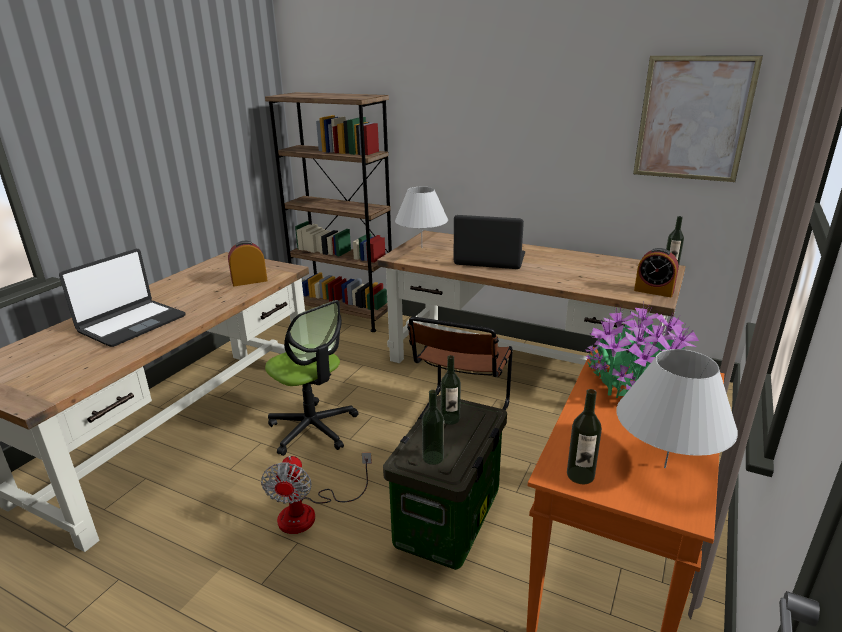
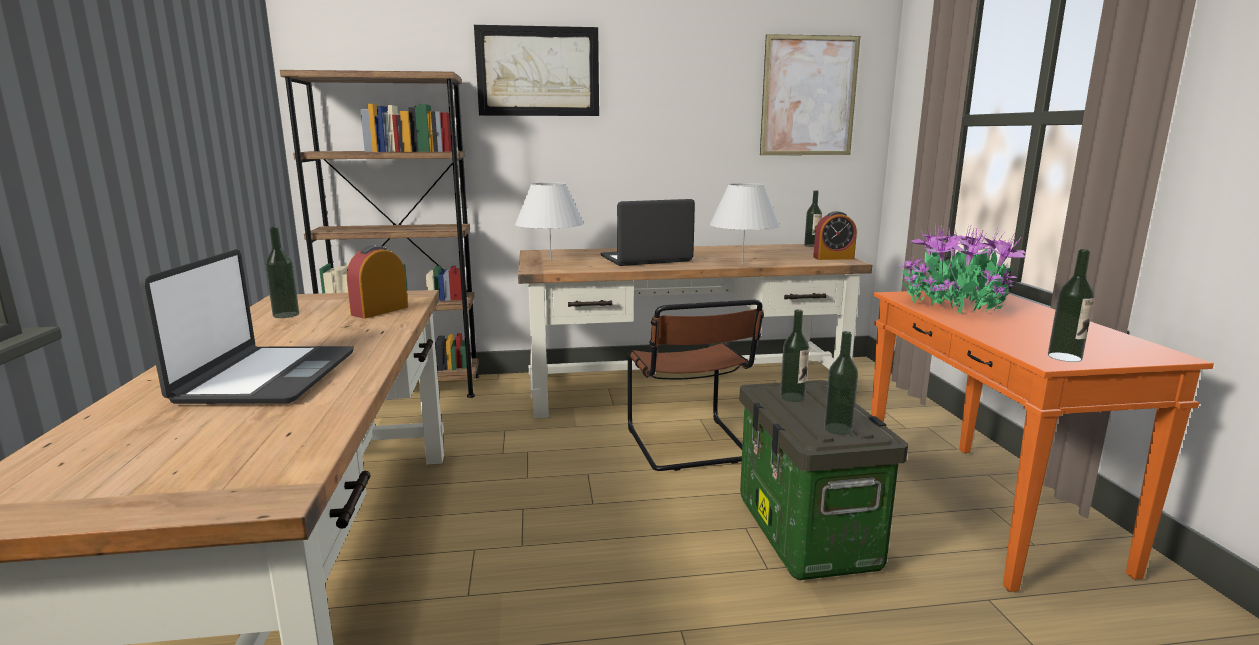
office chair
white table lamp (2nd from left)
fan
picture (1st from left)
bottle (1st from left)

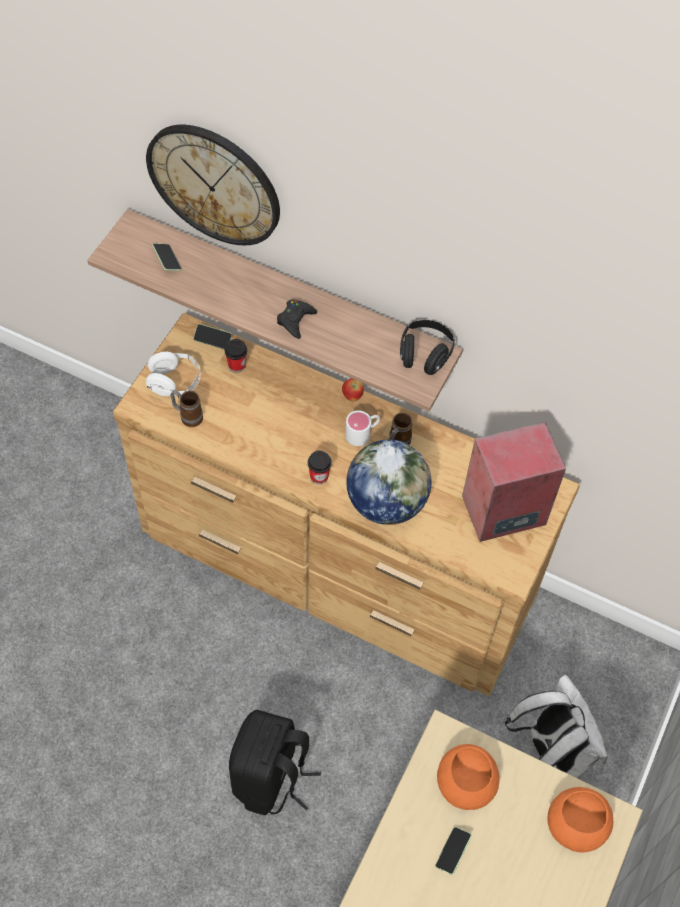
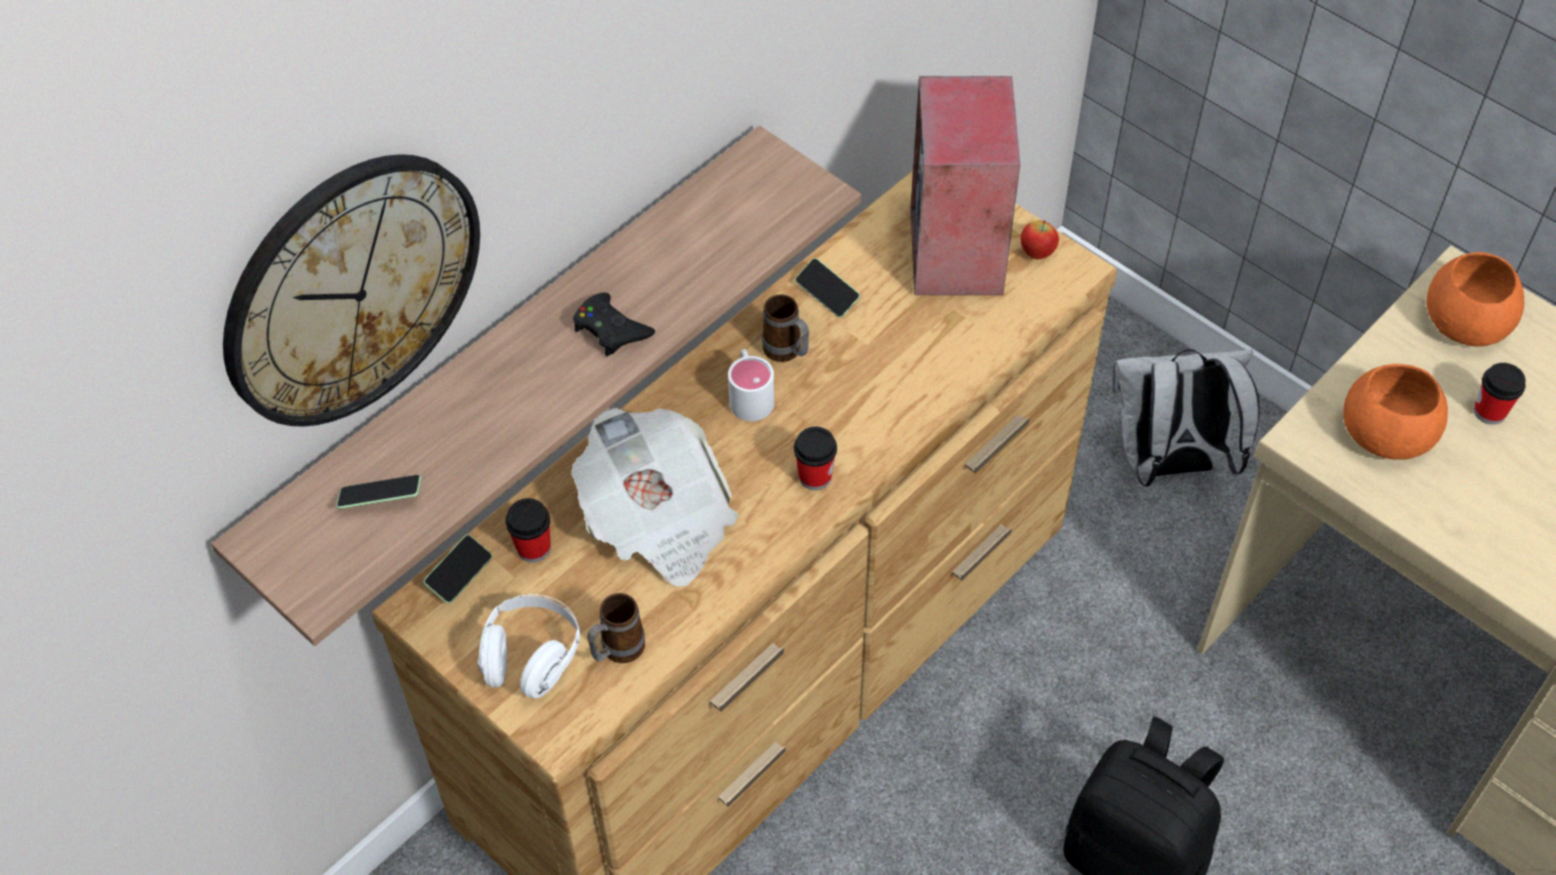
black headphones
apple
globe
phone (3rd from left)
cup (3rd from left)
newspaper

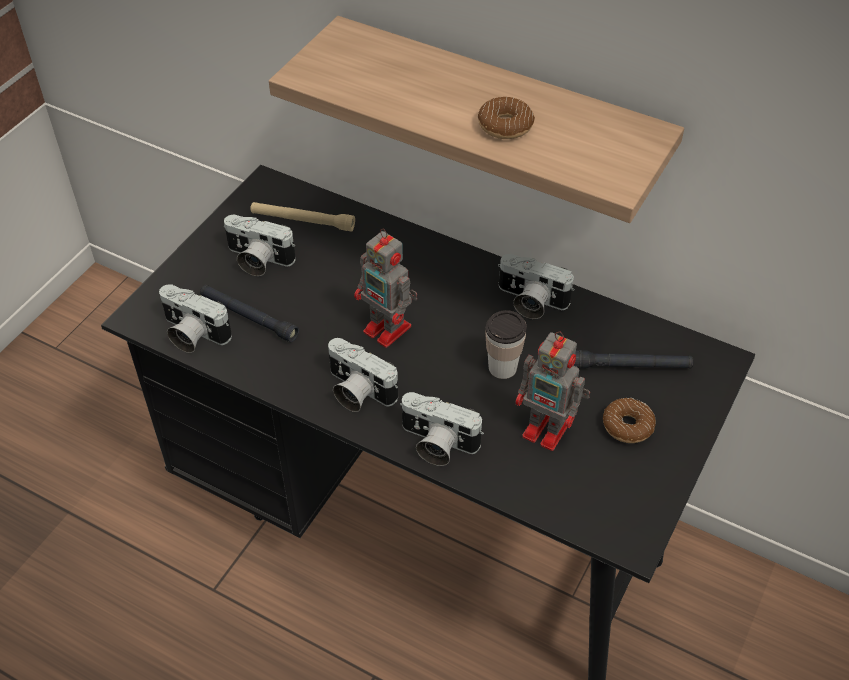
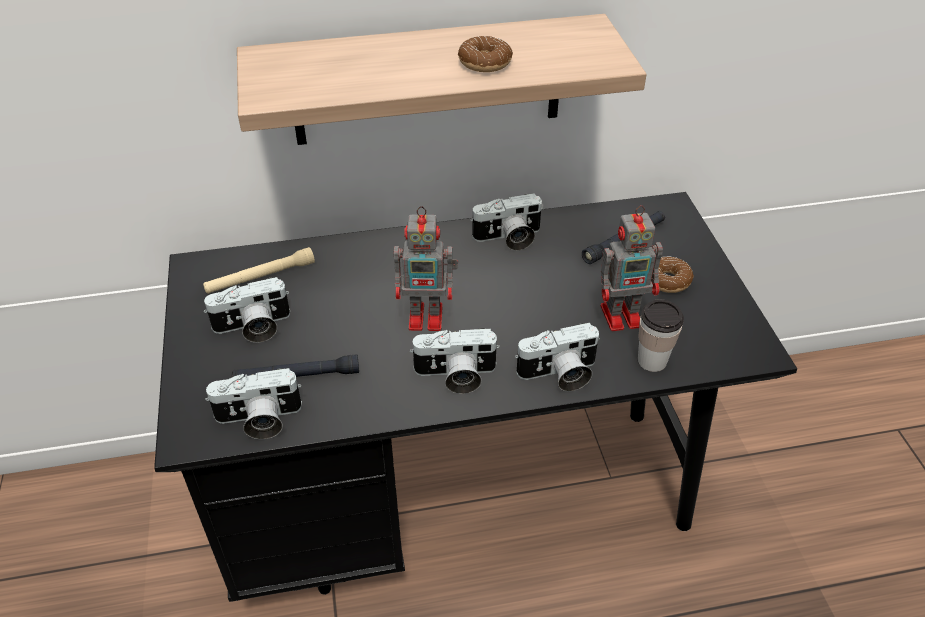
cup

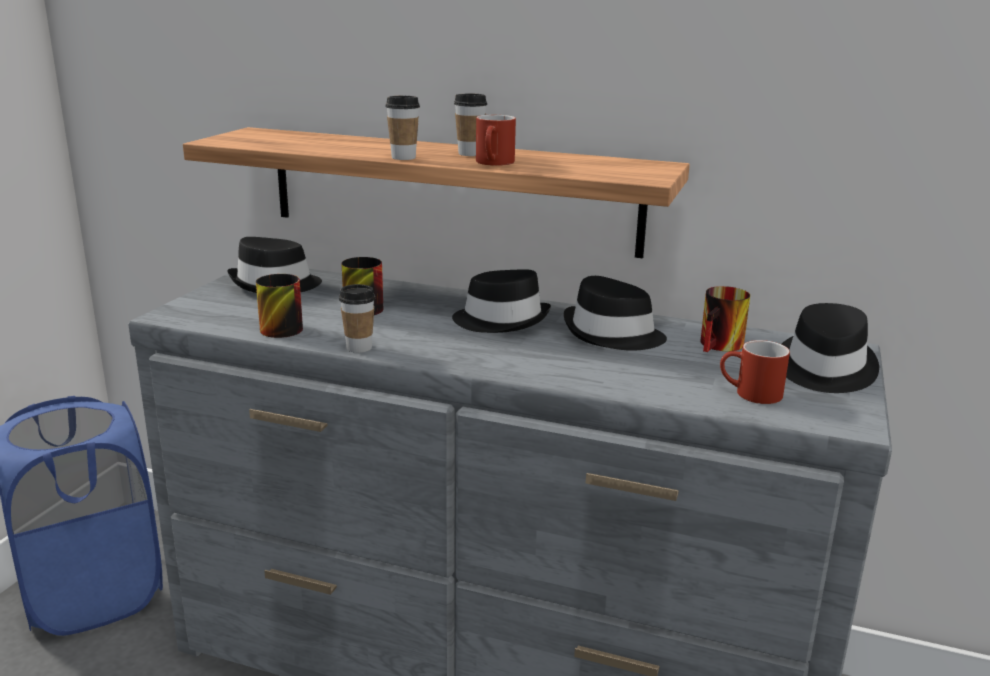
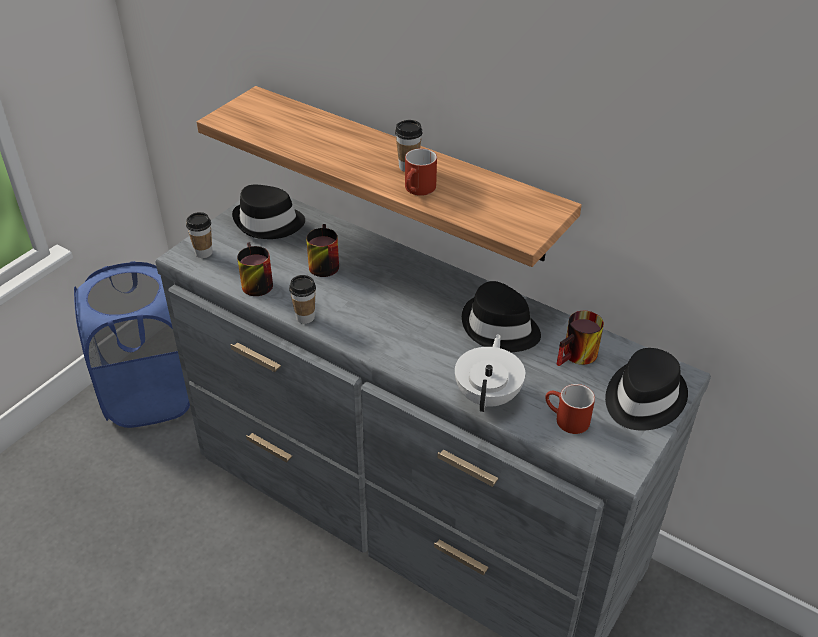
cup (1st from left)
black hat (2nd from left in the first image)
white teapot

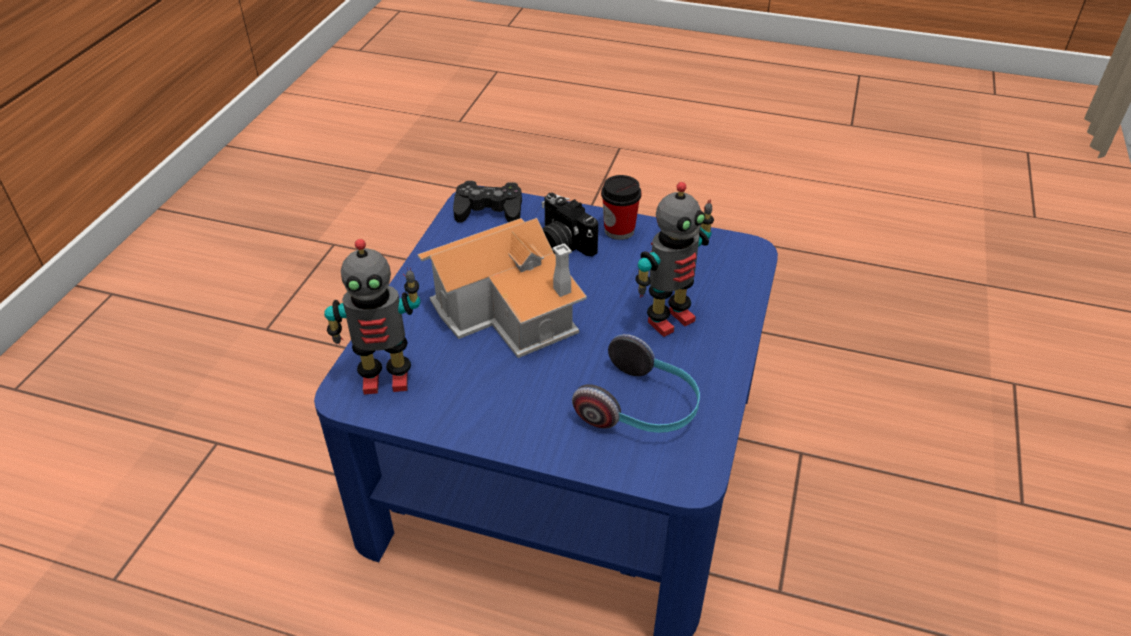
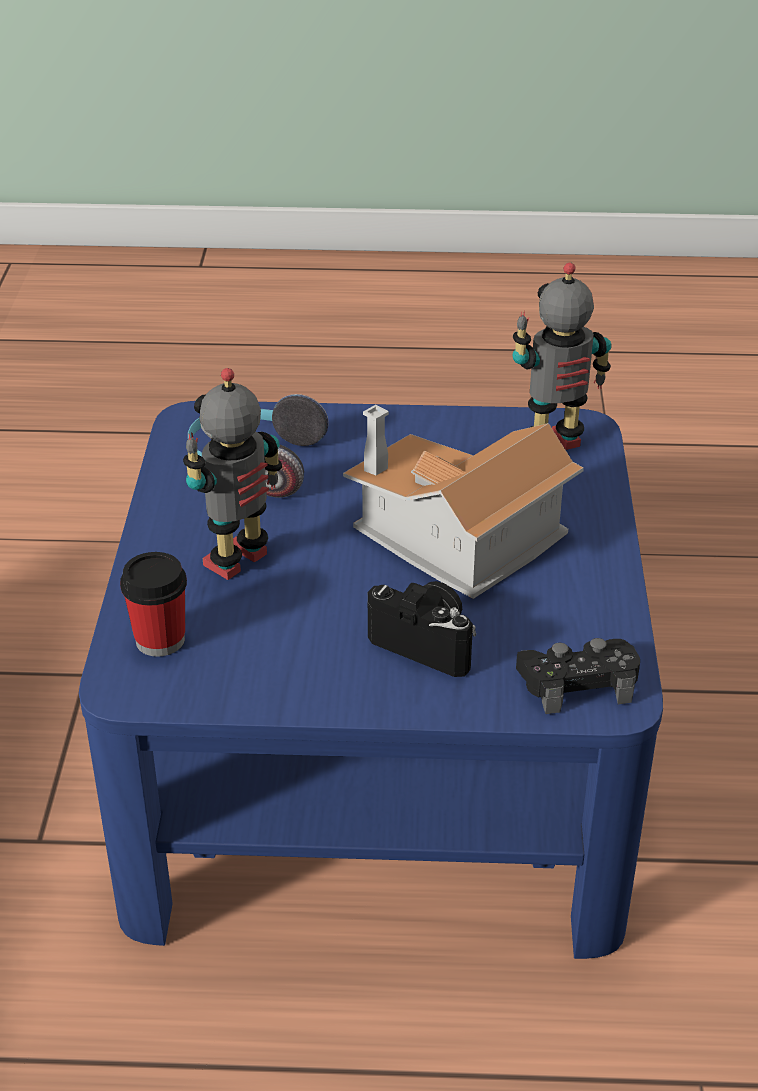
cup

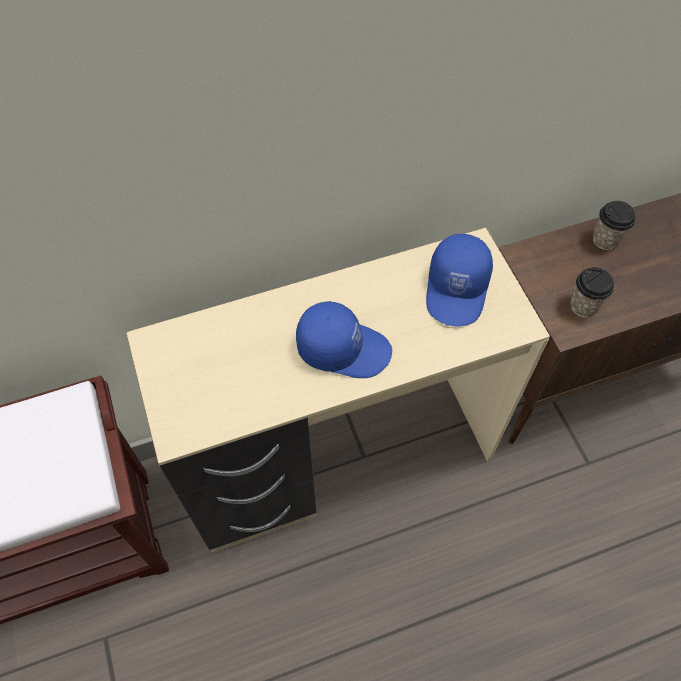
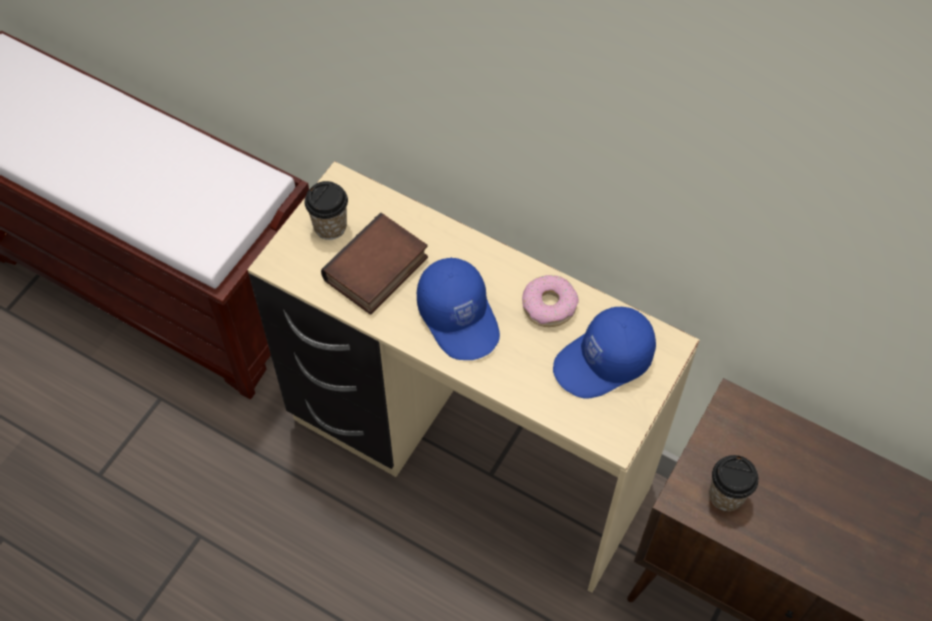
cup (1st from left)
book
donut

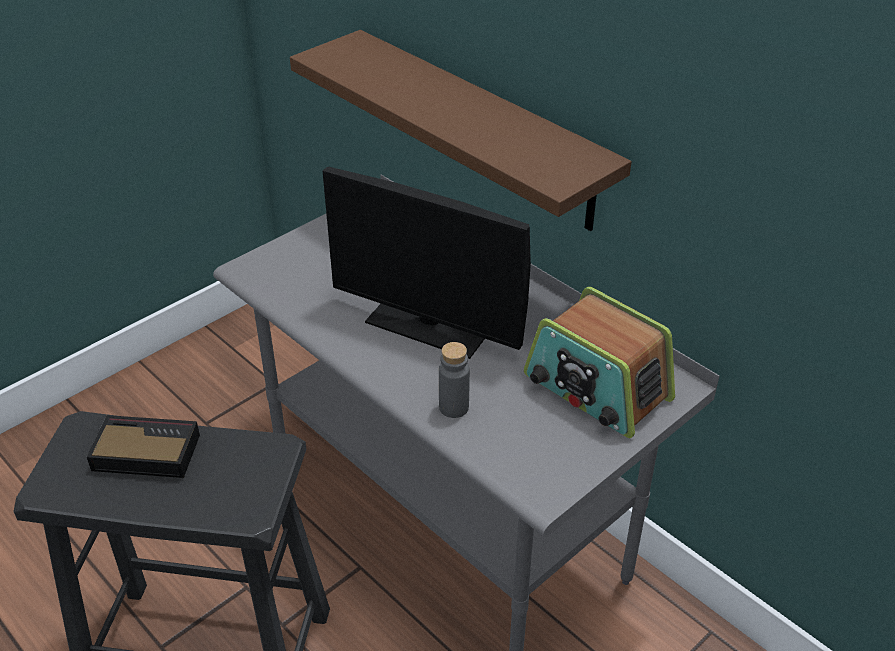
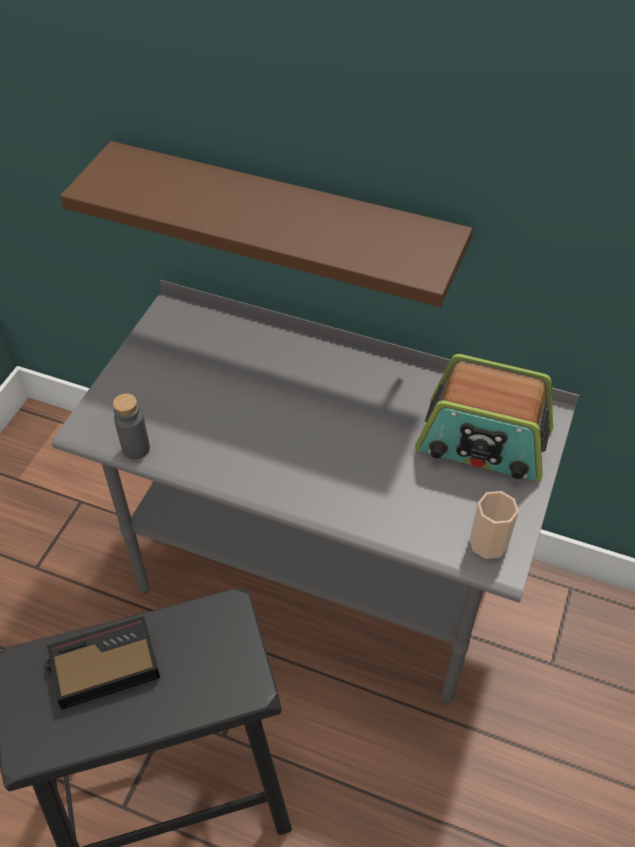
monitor
grey bottle
cup

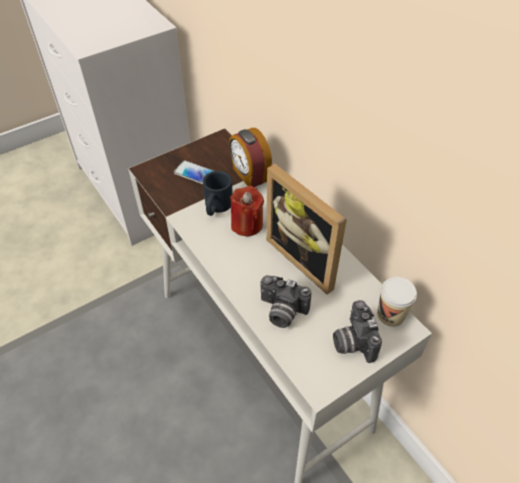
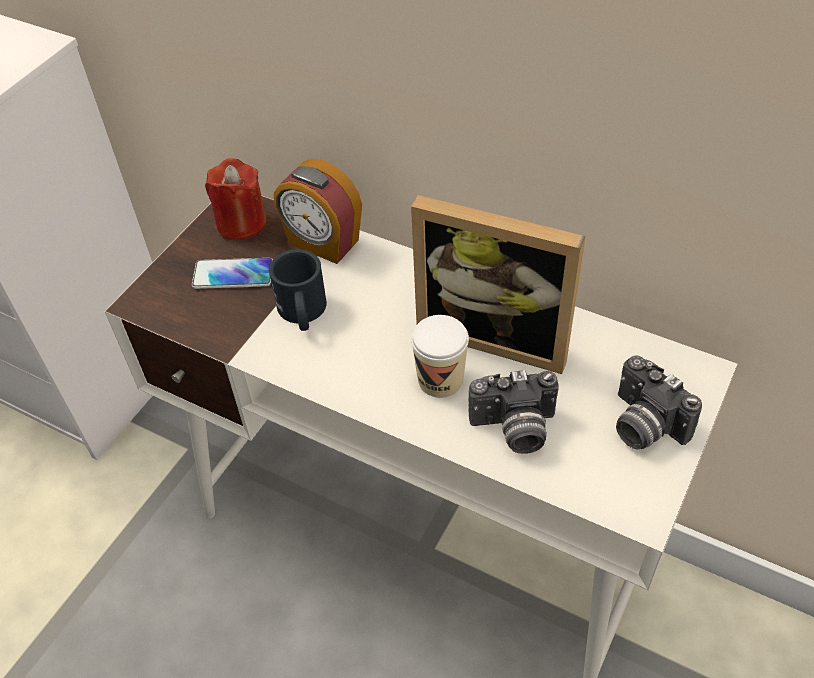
red candle
cup

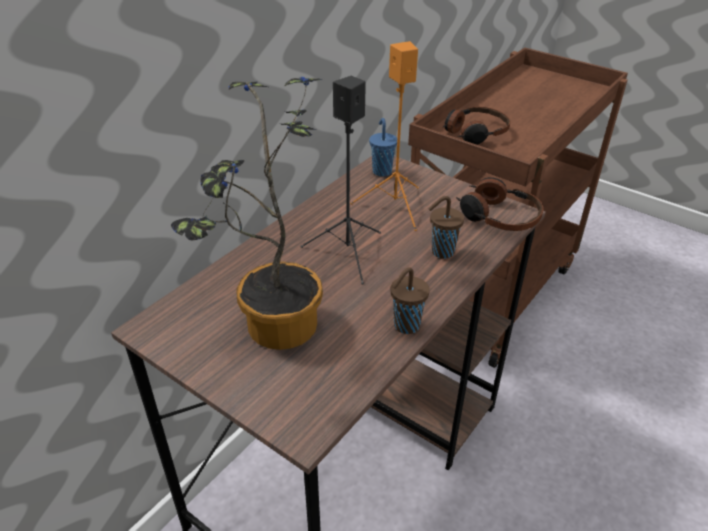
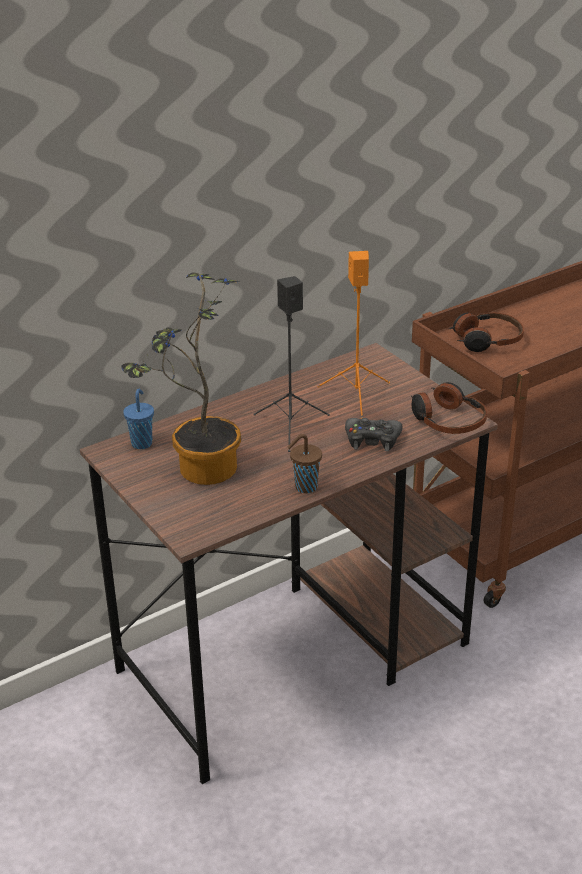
blue cup
black game controller

